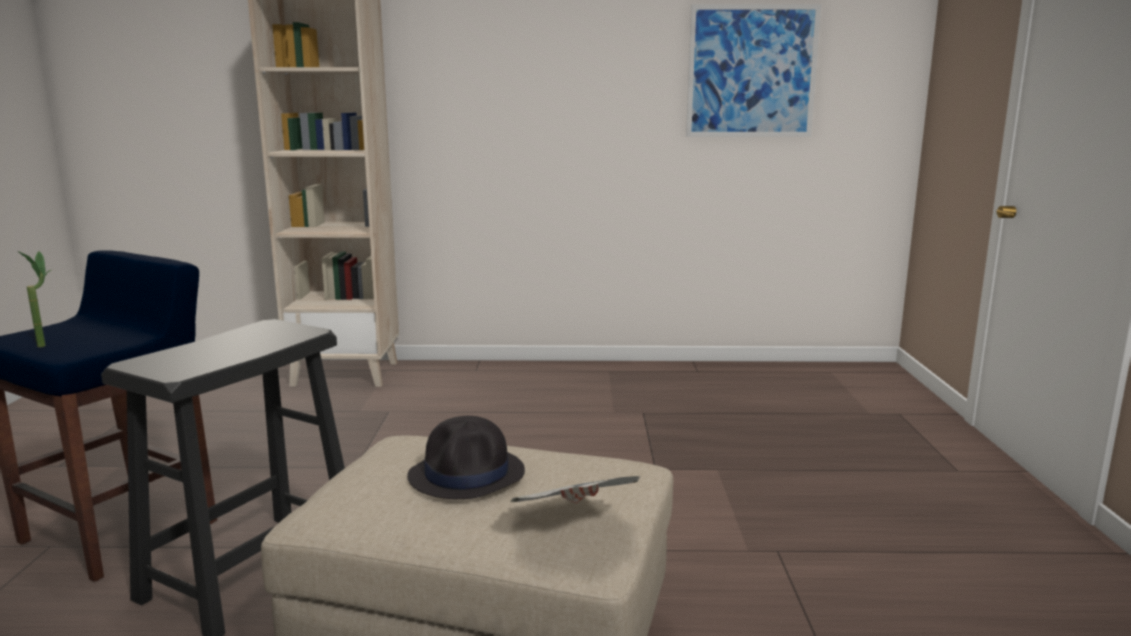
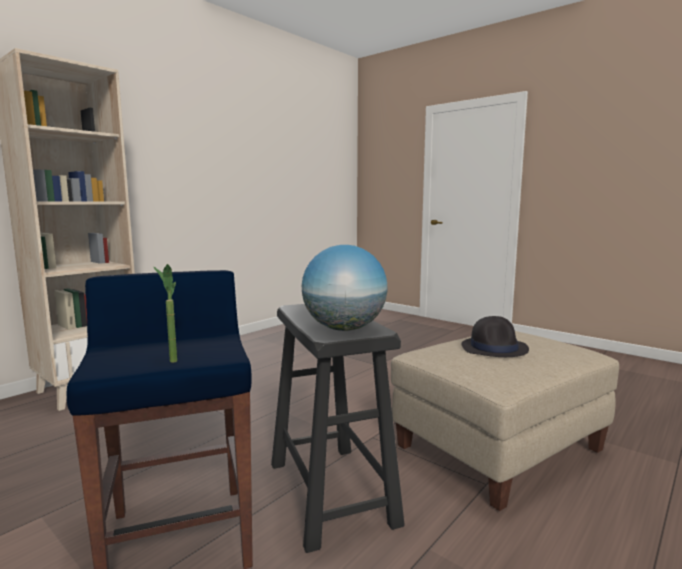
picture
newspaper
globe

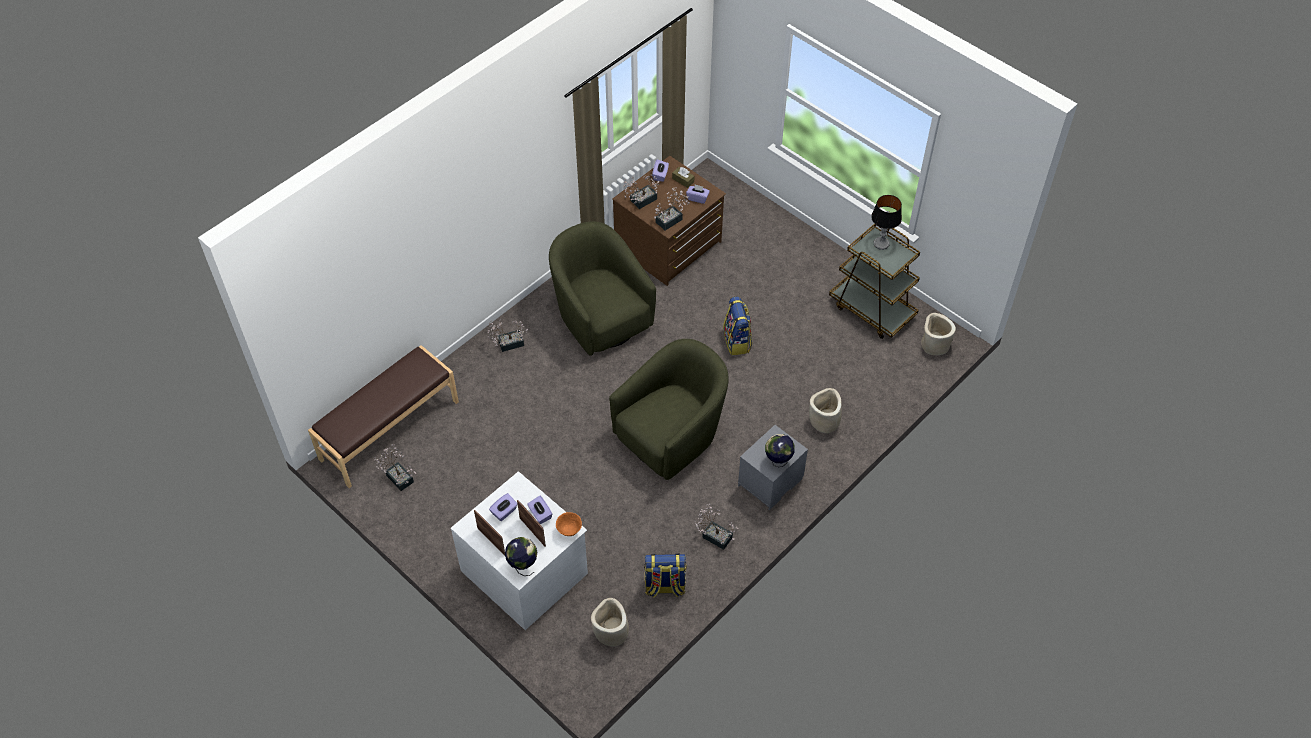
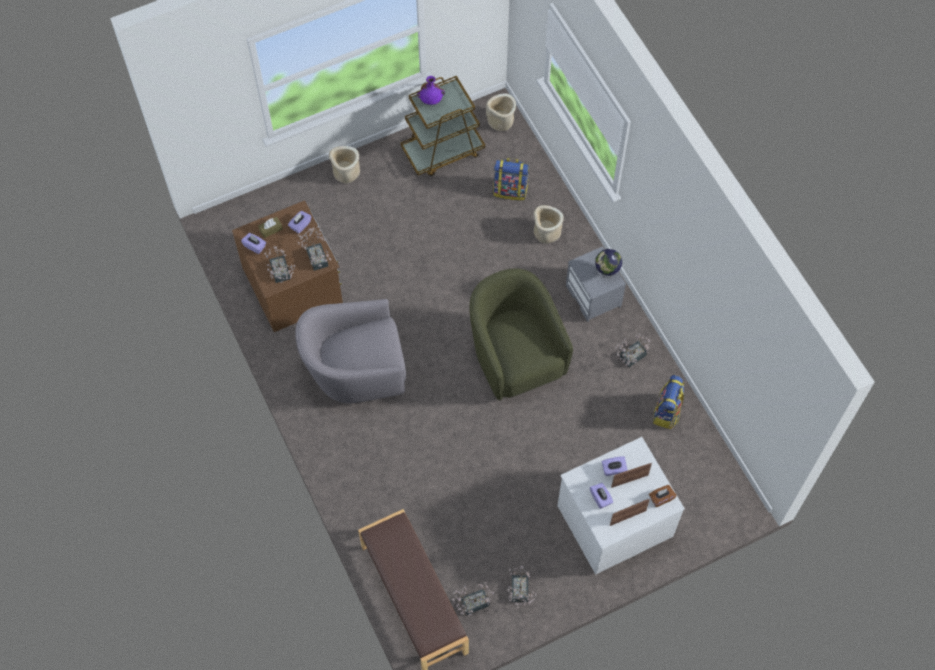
purple vase
grey armchair
backpack (1st from left)
potted plant (4th from left)
orange bowl
brown tissue box (2nd from left)
beige planter (1st from left)

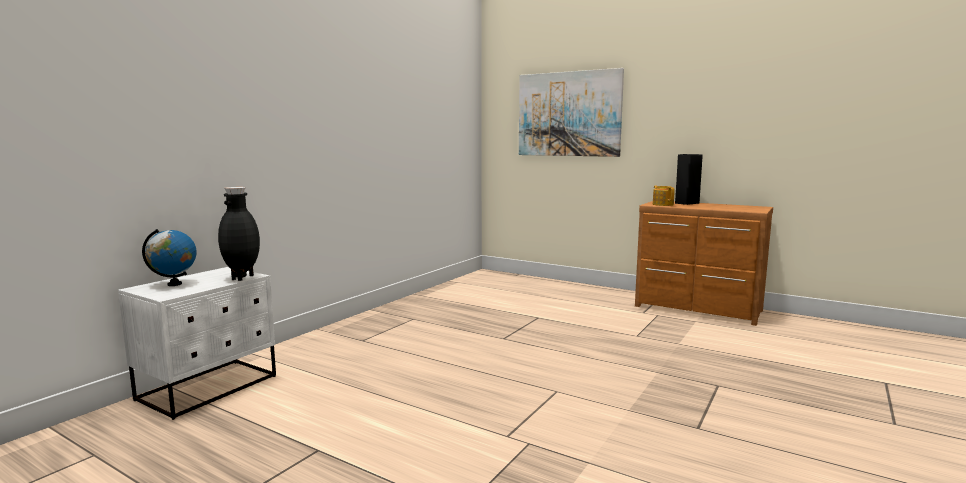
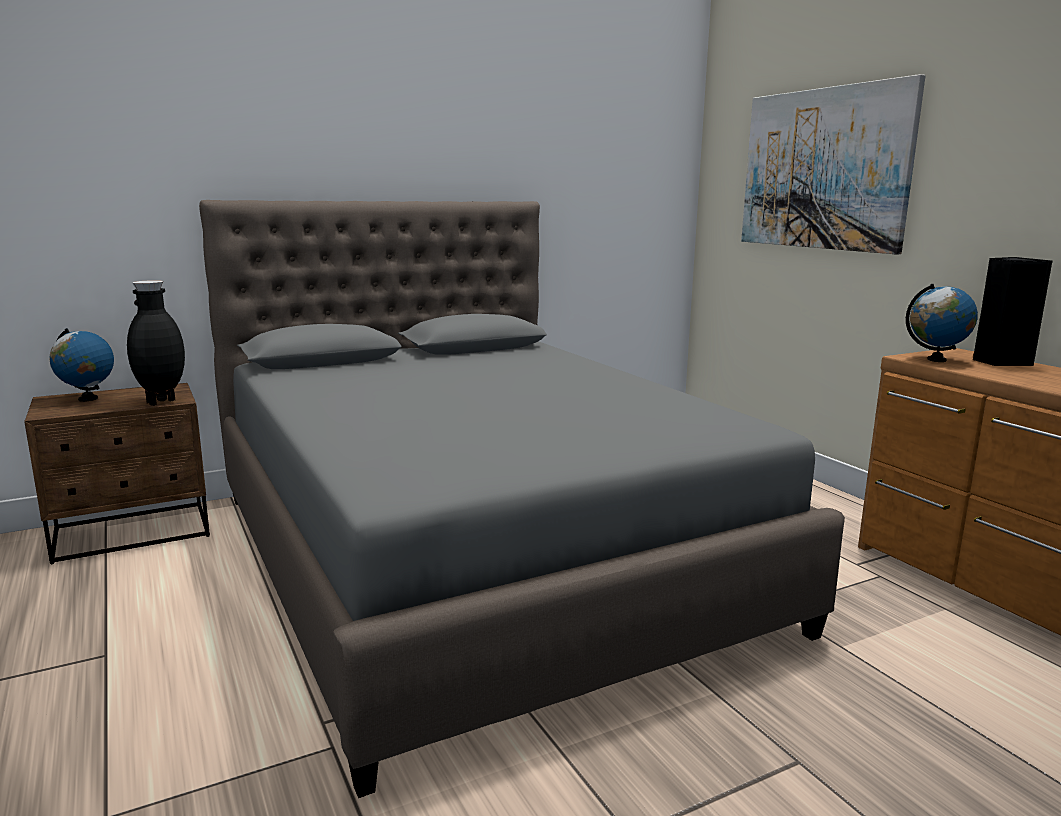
globe (2nd from left)
brown nightstand
grey bed

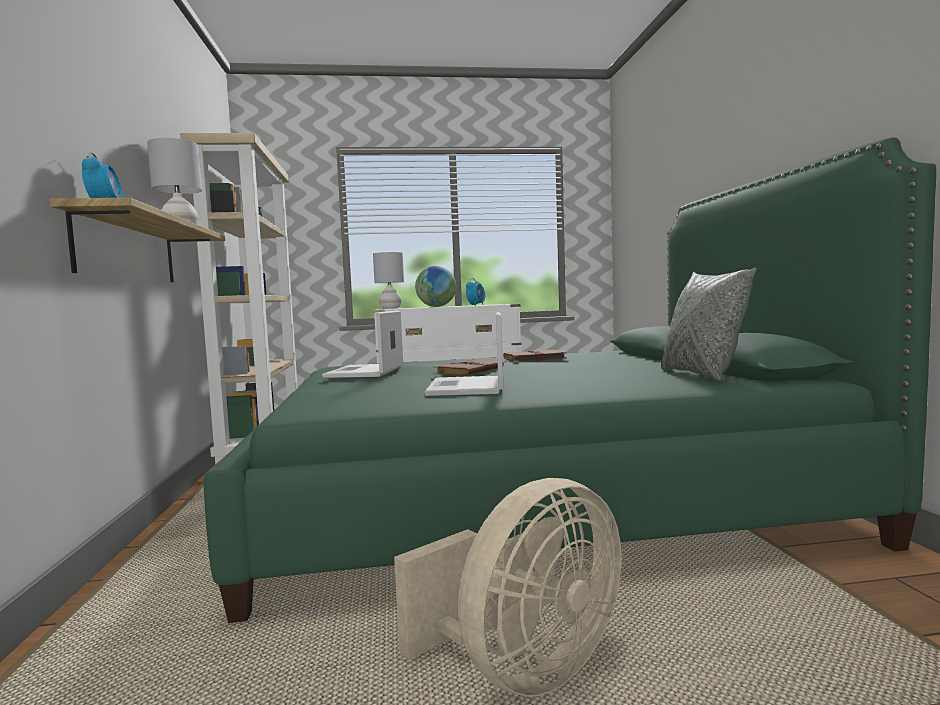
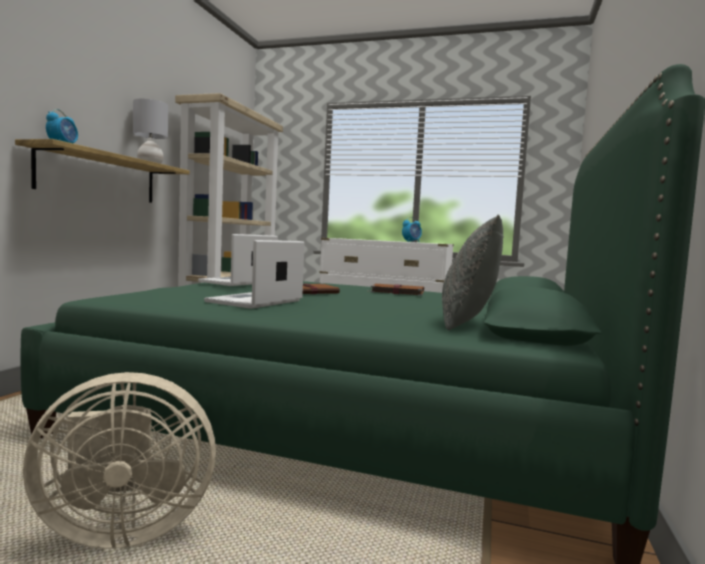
grey table lamp (2nd from left in the first image)
globe

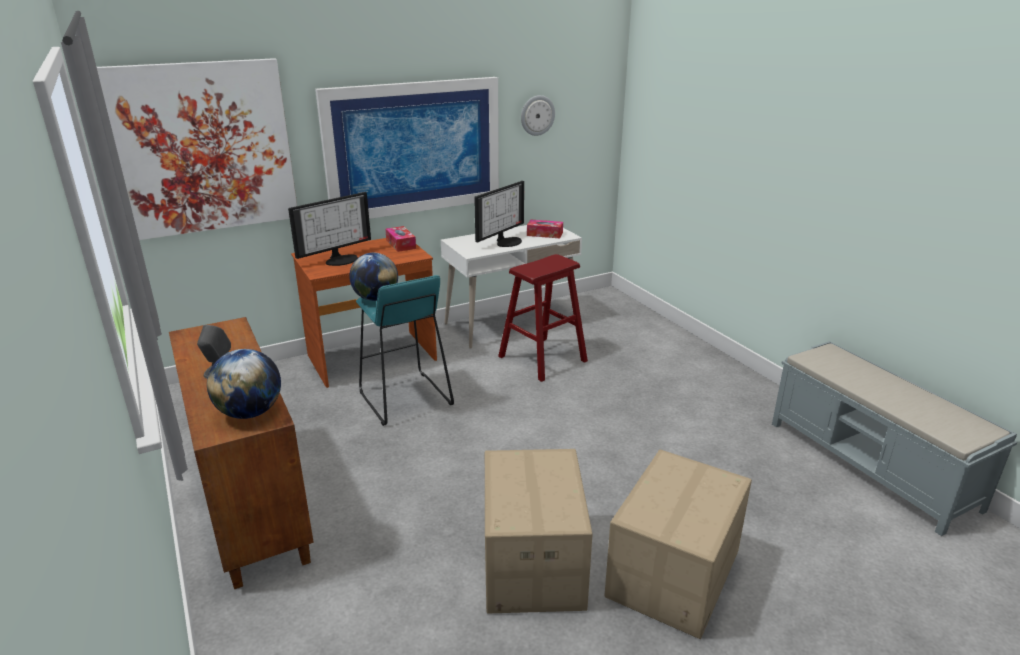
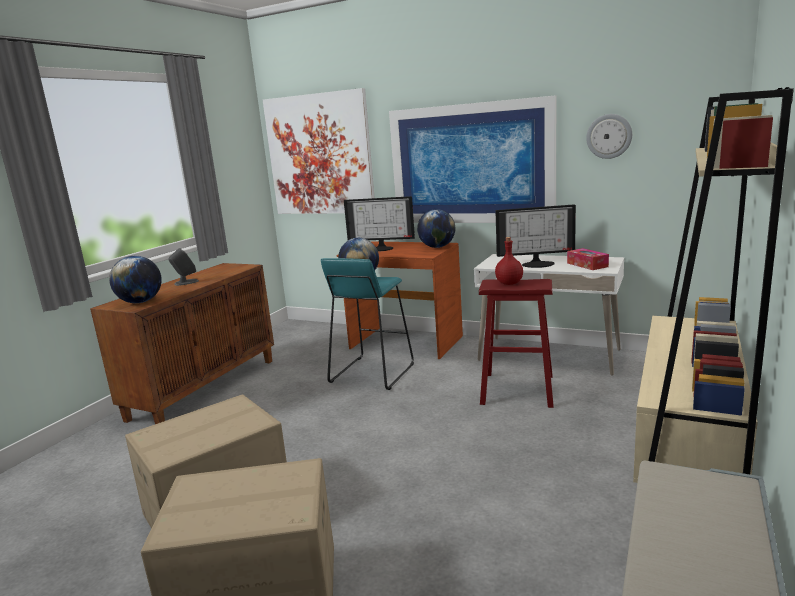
globe (3rd from left)
beige bookcase
red bottle

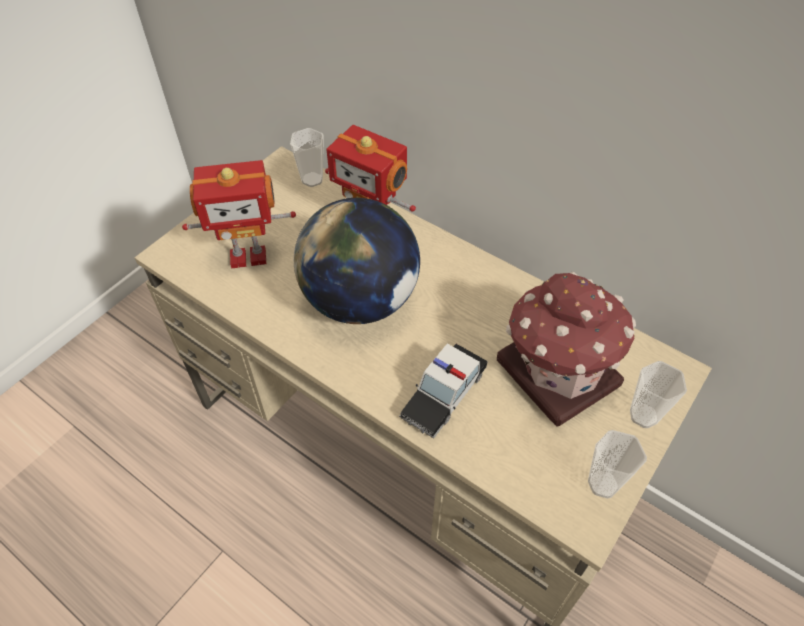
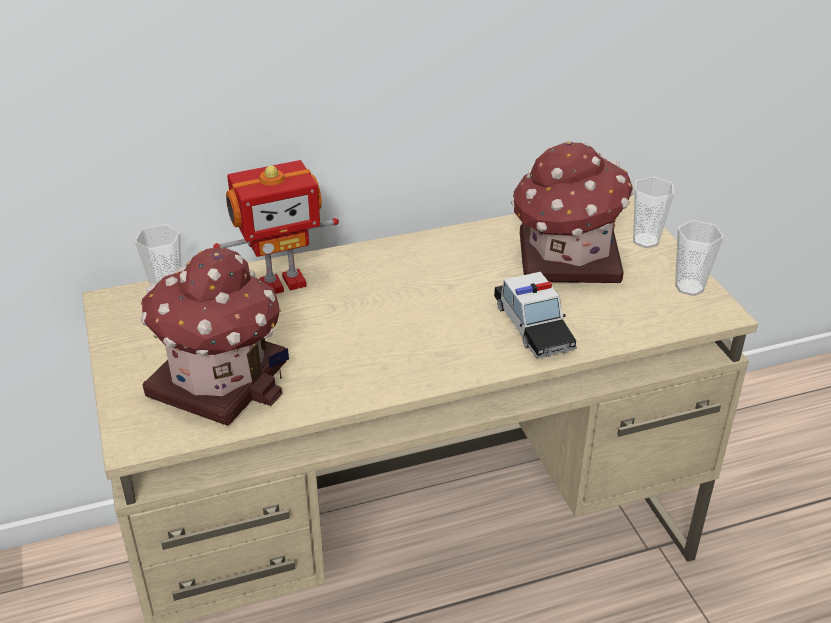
toy house (1st from left)
globe

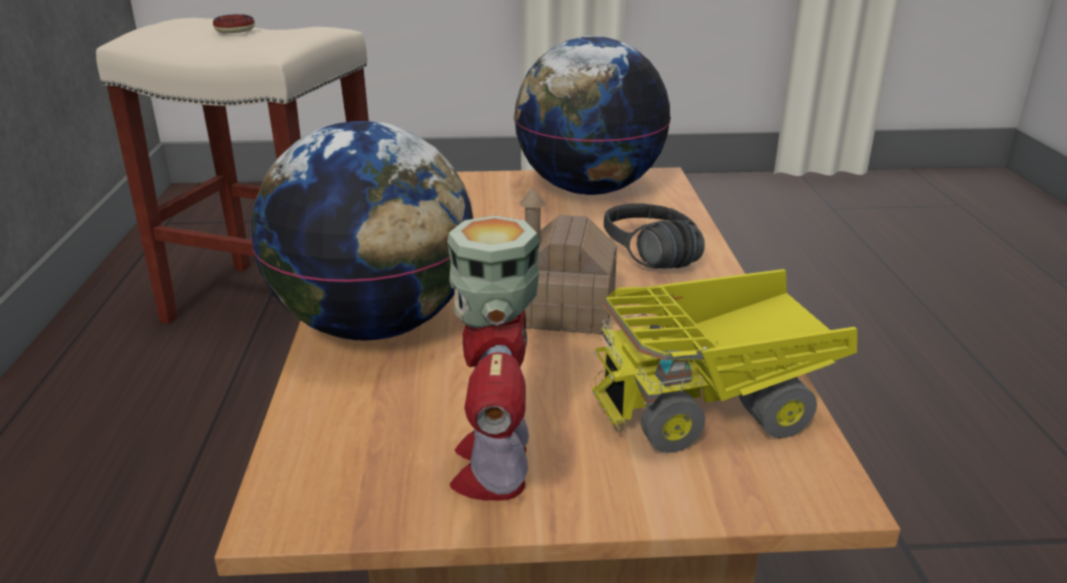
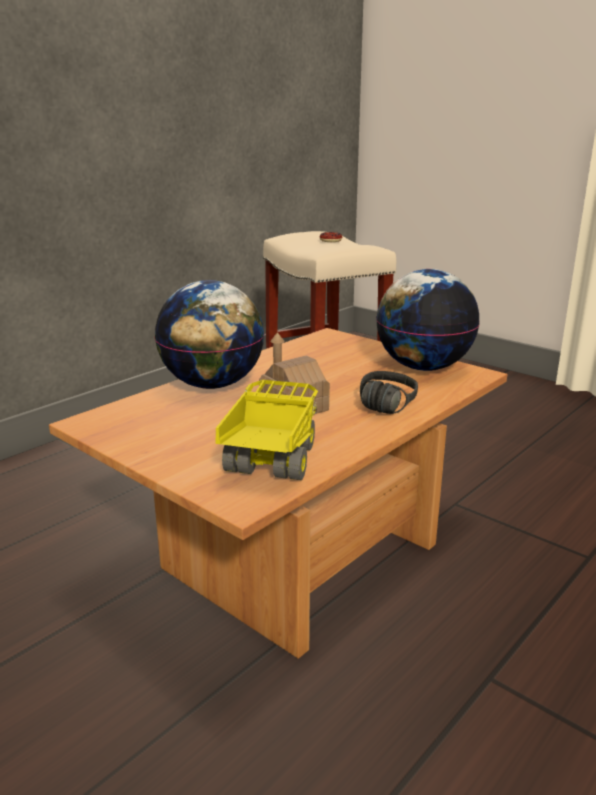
toy robot
toy truck

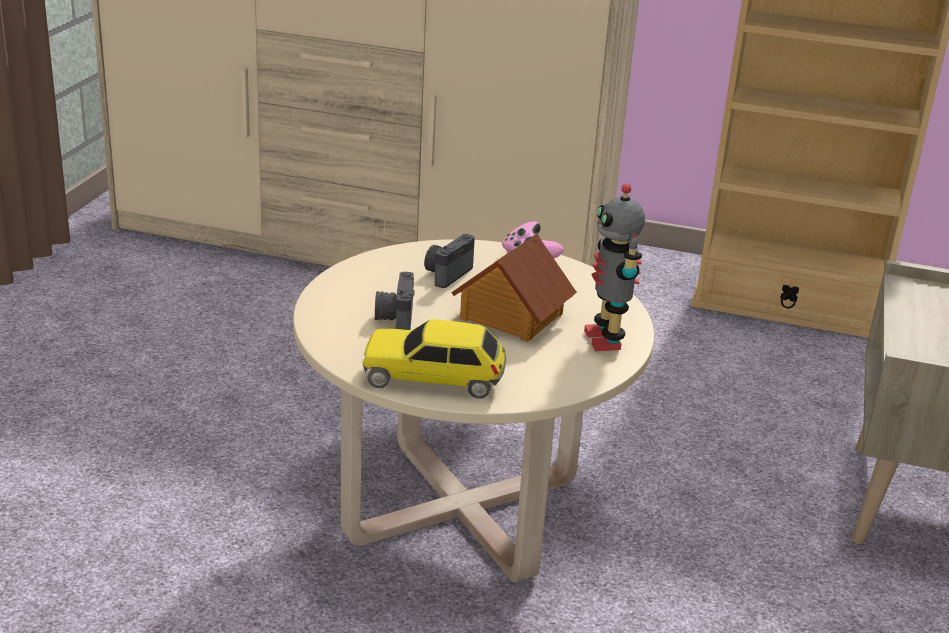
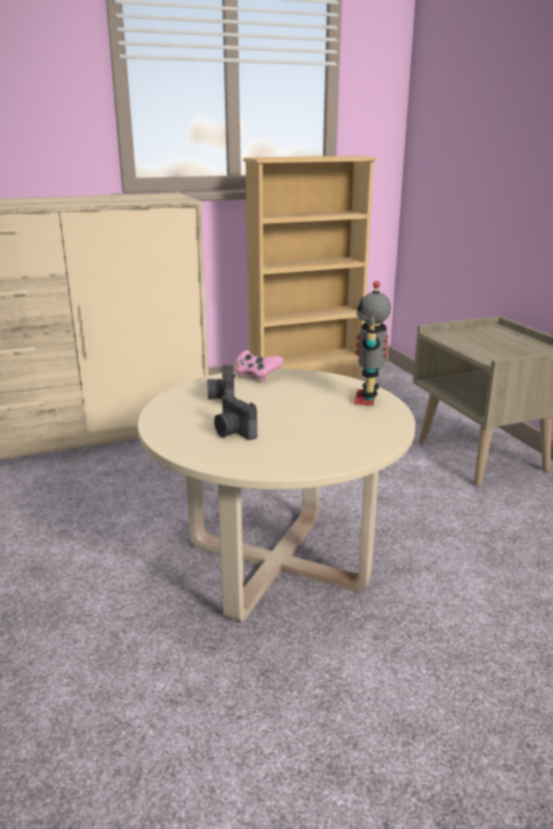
toy robot
toy house
toy car

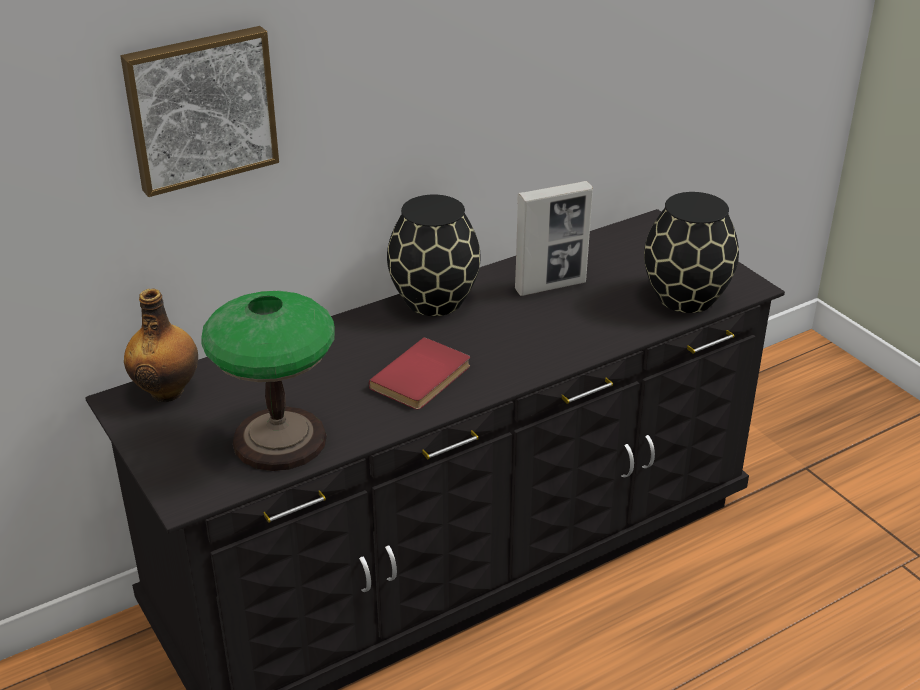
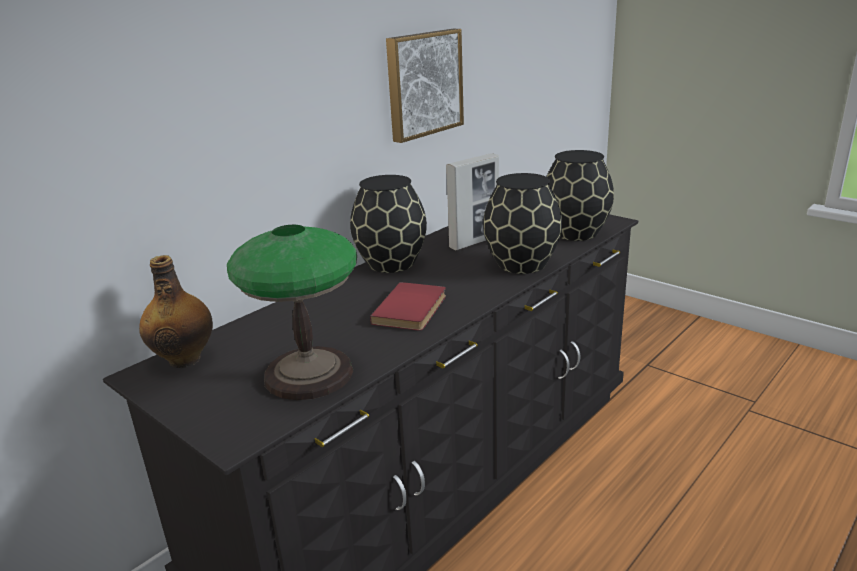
picture
black vase (2nd from left)

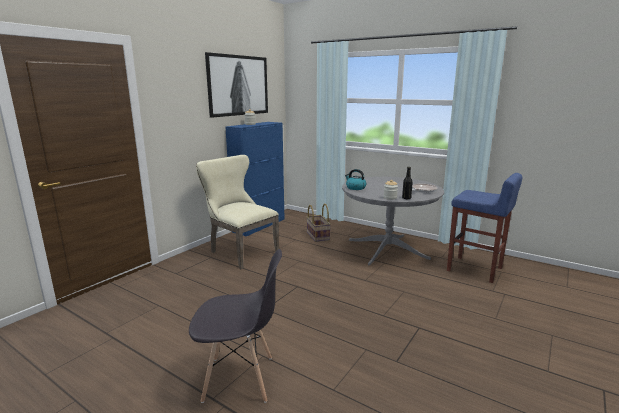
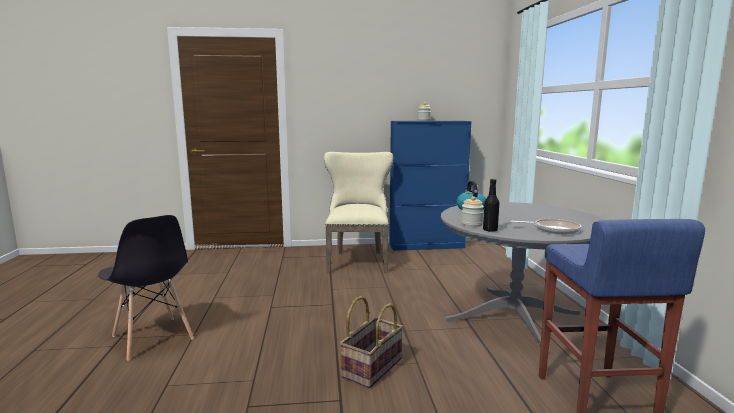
picture
basket

